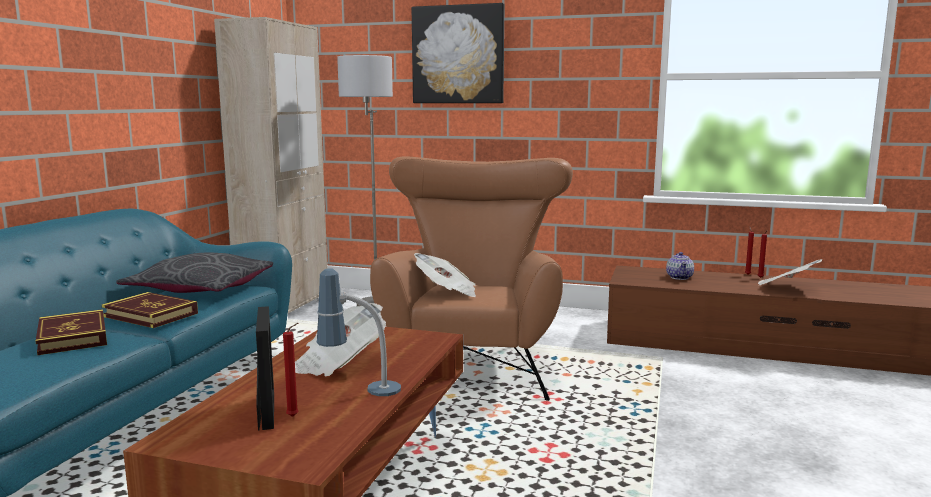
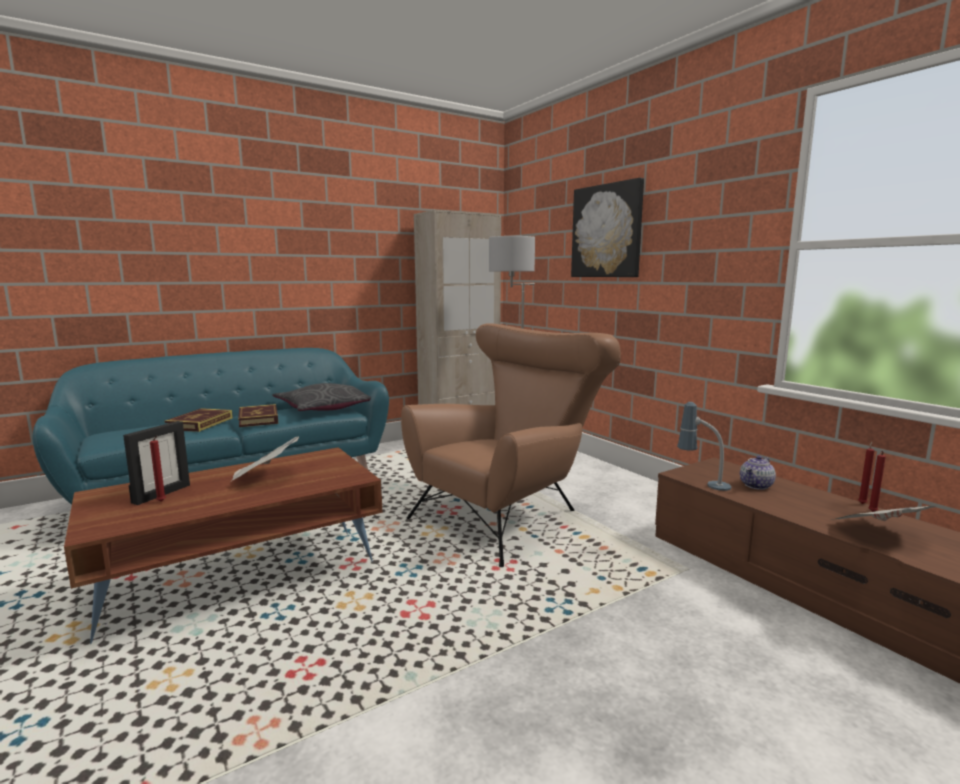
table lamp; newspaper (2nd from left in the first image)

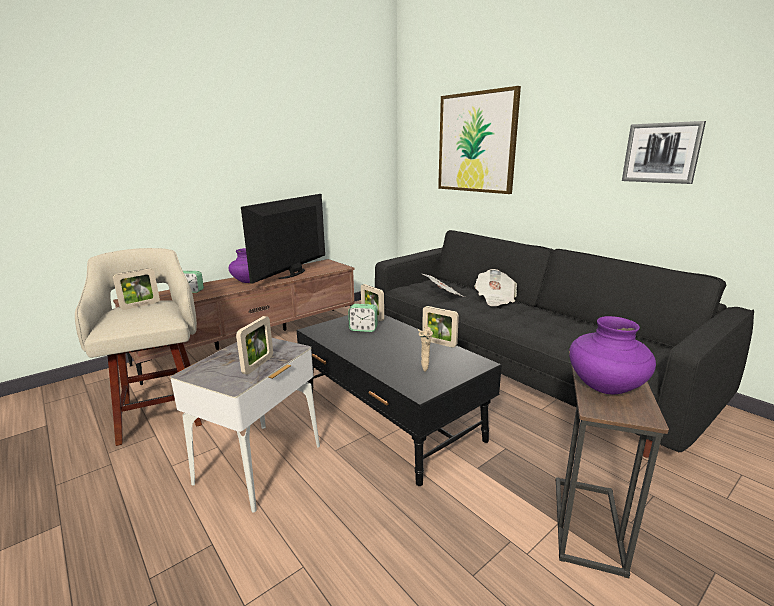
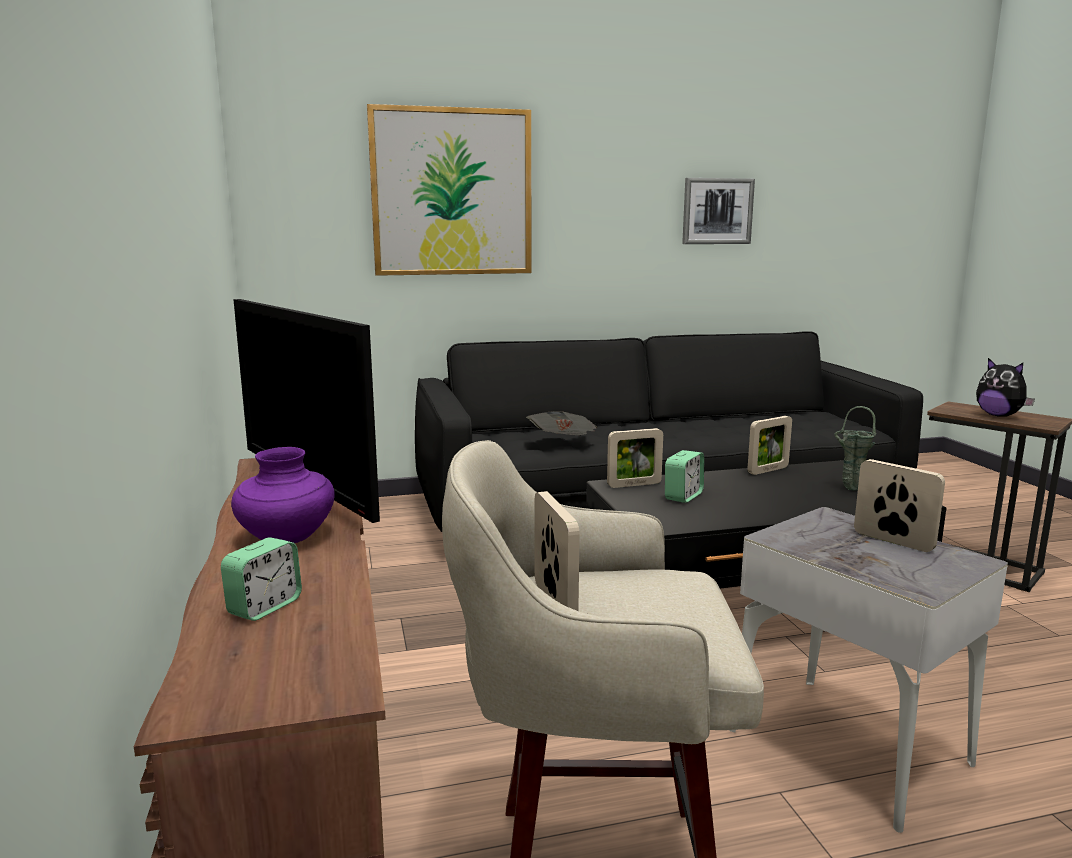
vase/green; newspaper (2nd from left in the first image); plush toy

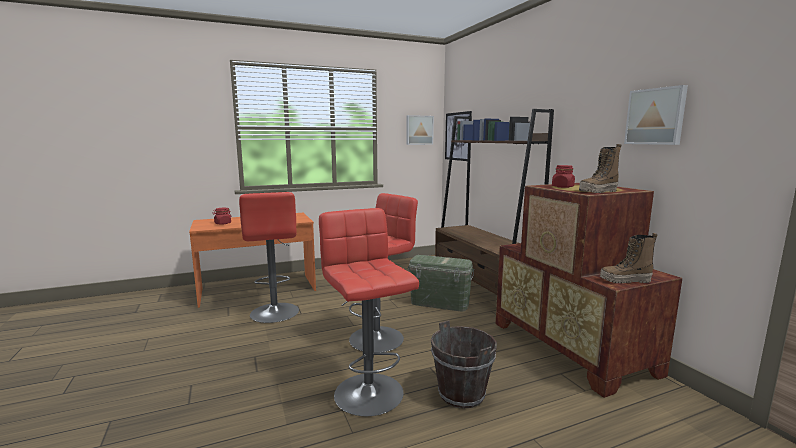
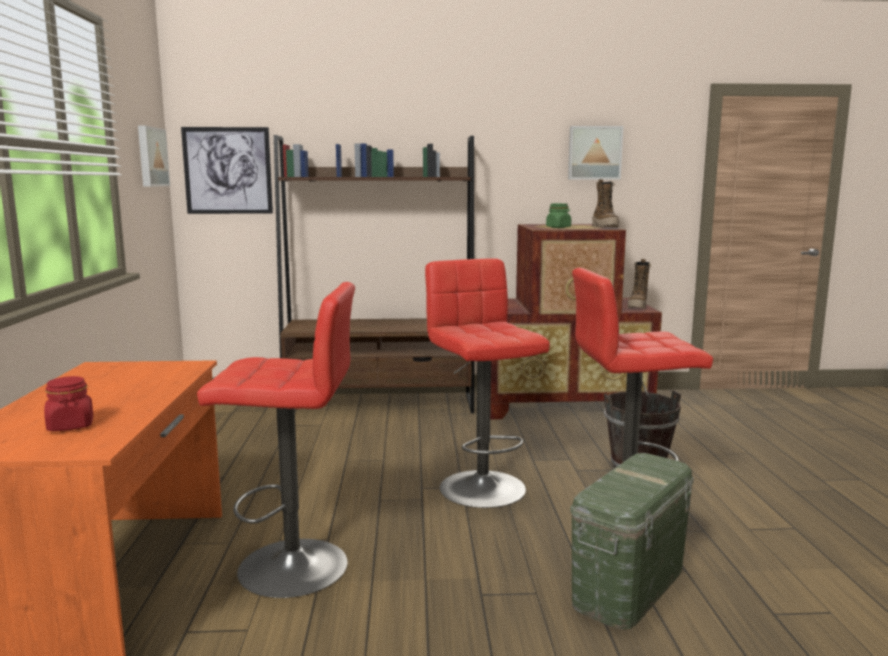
storage box/green; jar/green

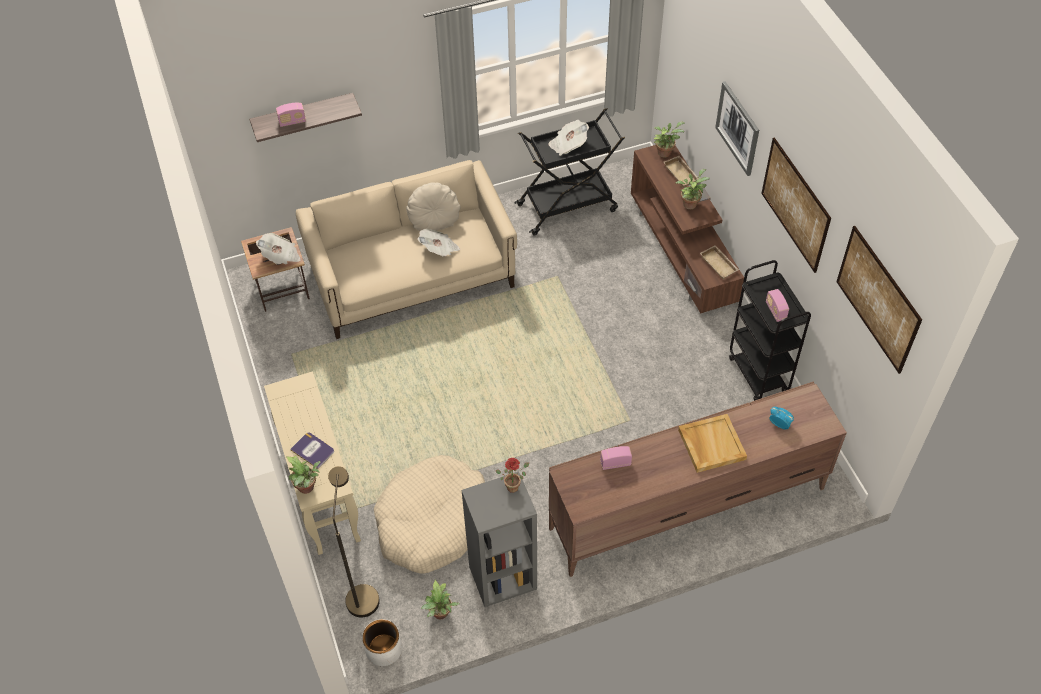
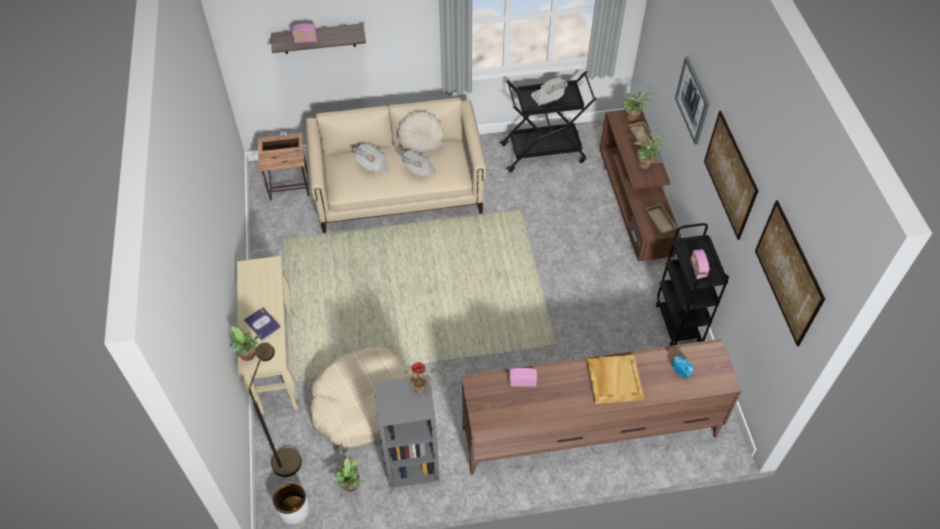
newspaper (1st from left)

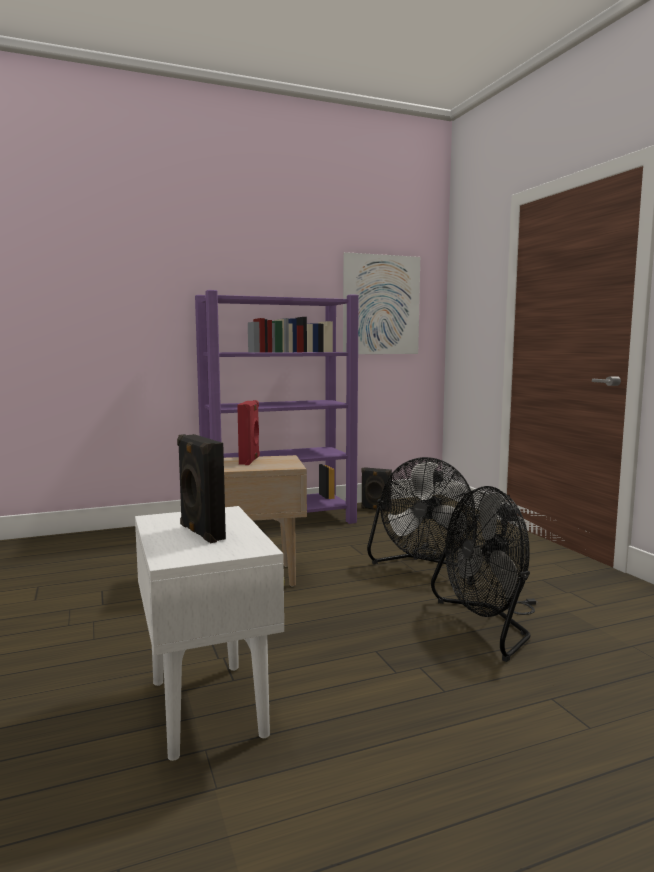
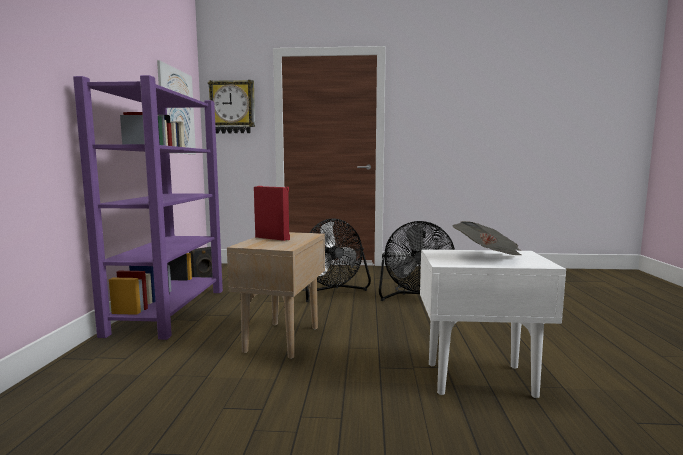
newspaper; wall clock

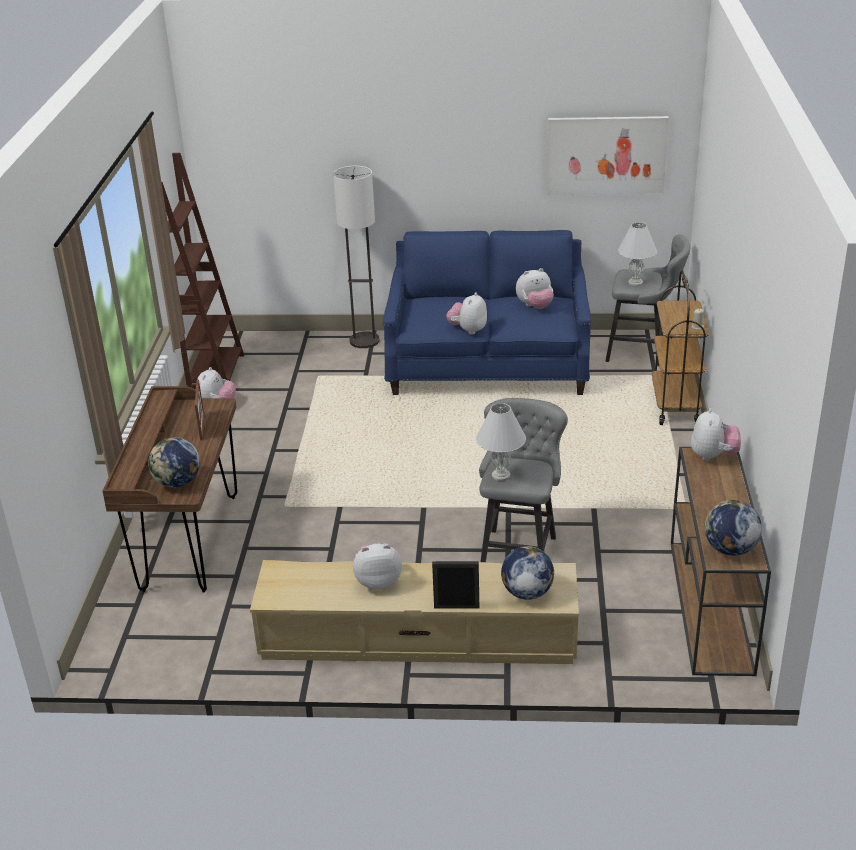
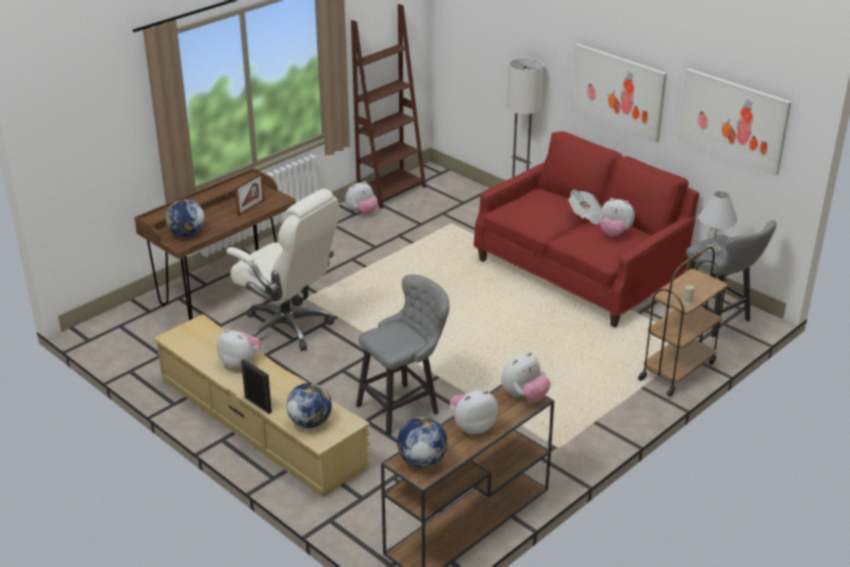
sofa/red; plush toy (3rd from left); table lamp/white (1st from left in the first image); office chair/white; newspaper; picture (1st from left)

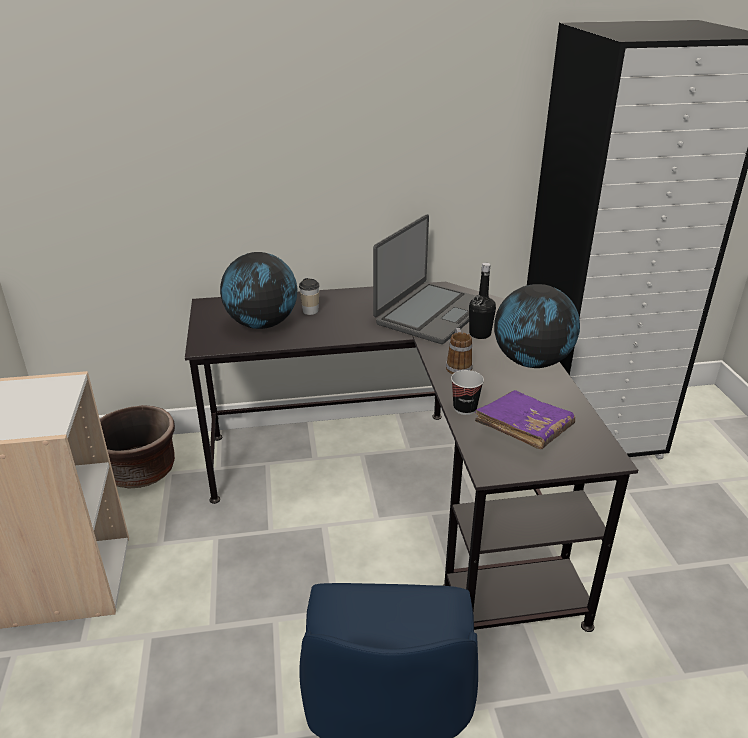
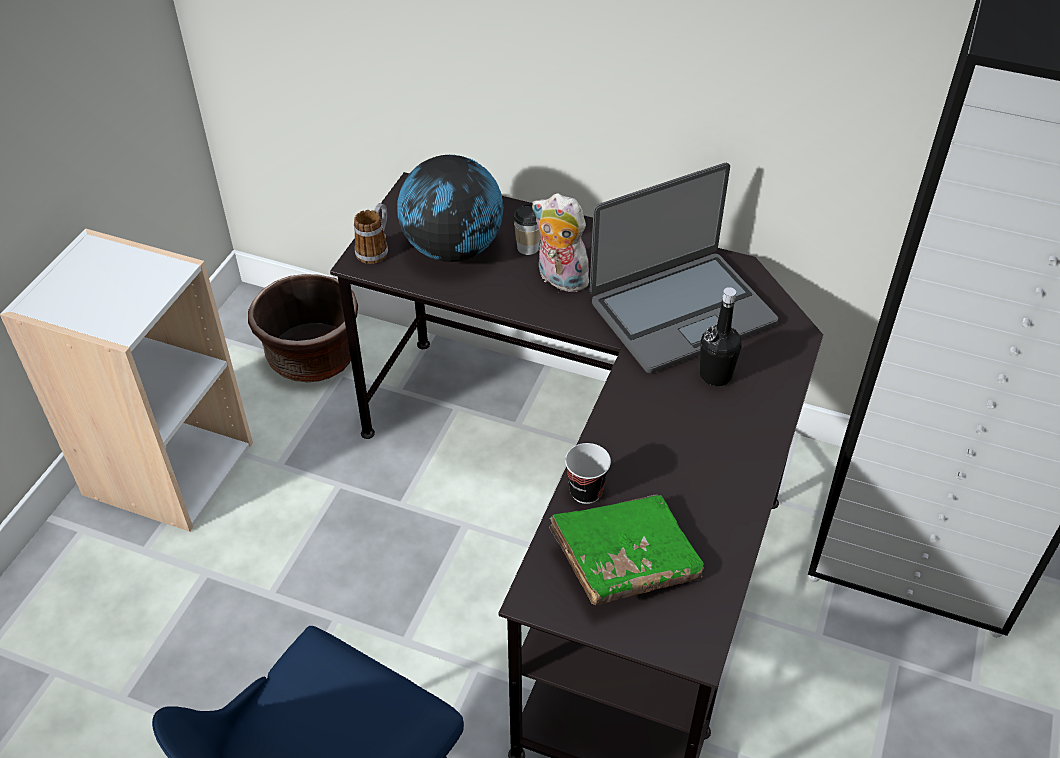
mug; book/green; globe (2nd from left in the first image); plush toy

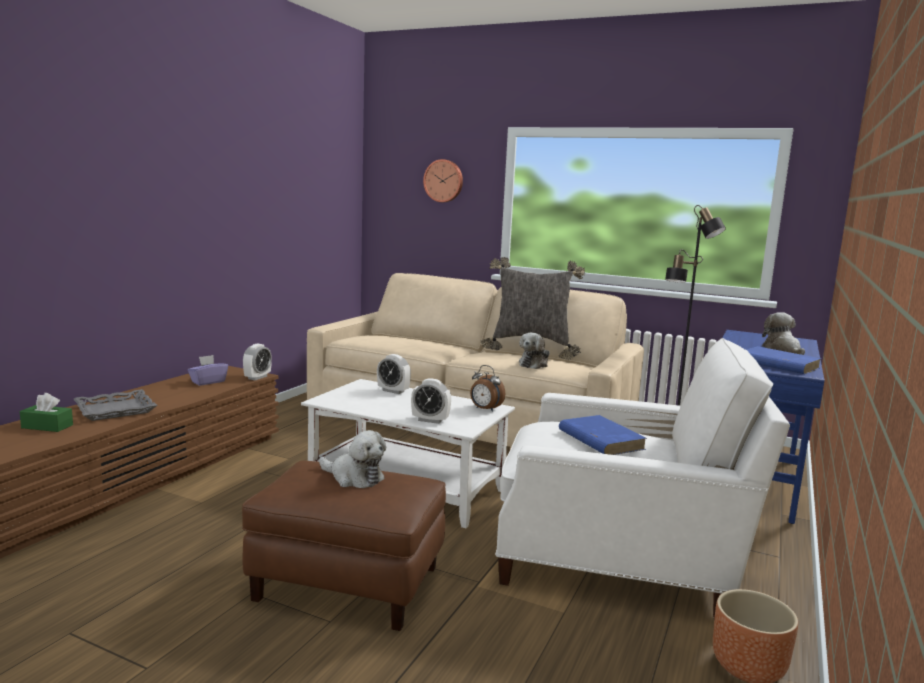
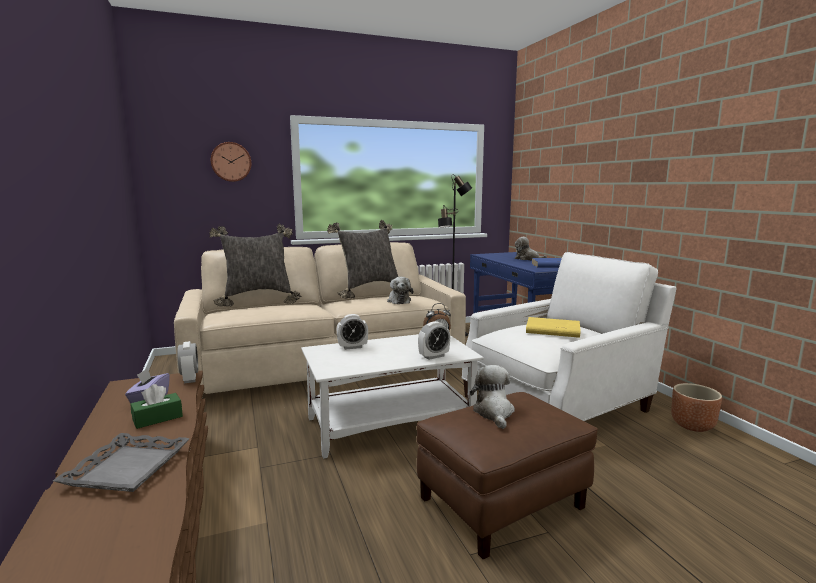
tissue box/green; plush toy (2nd from left); book/yellow; pillow (1st from left)

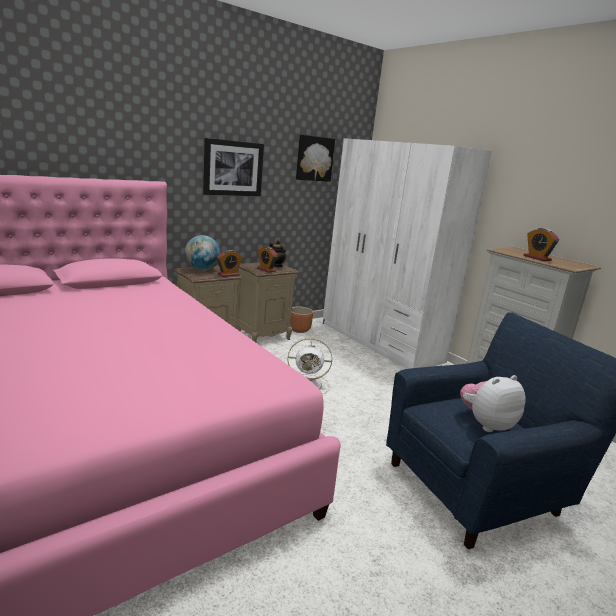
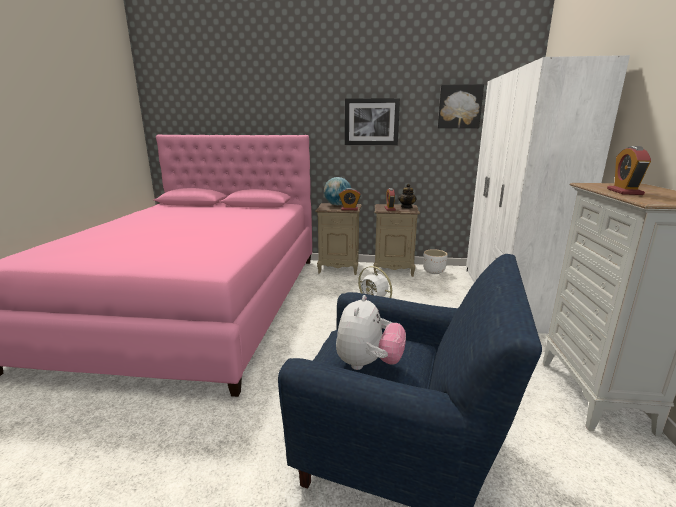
planter/white; plush toy

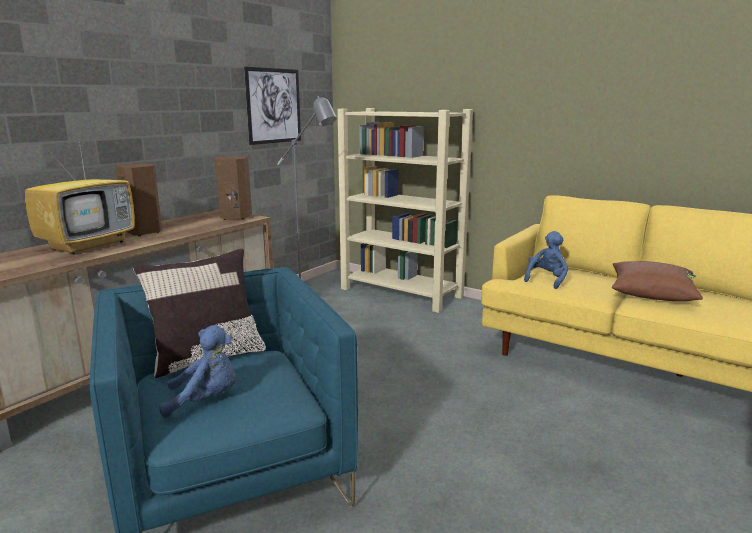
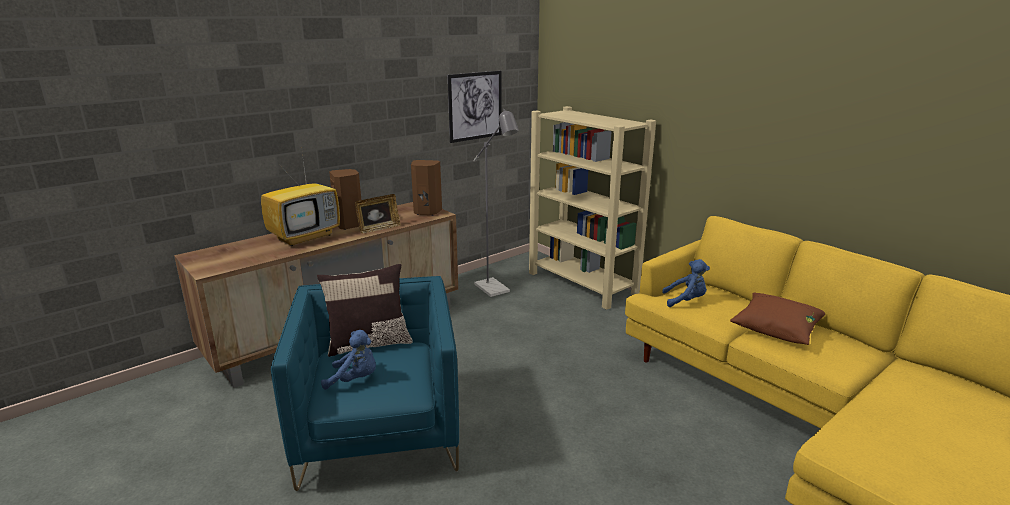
plush toy/blue (2nd from left); picture frame

